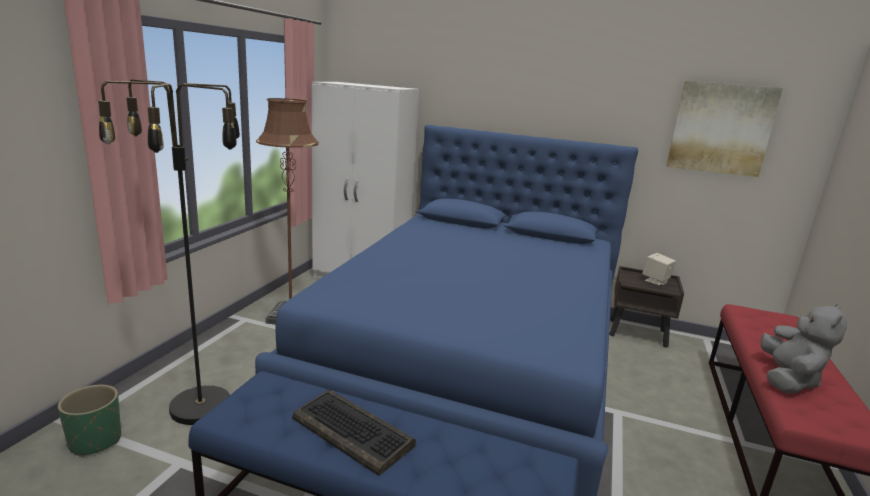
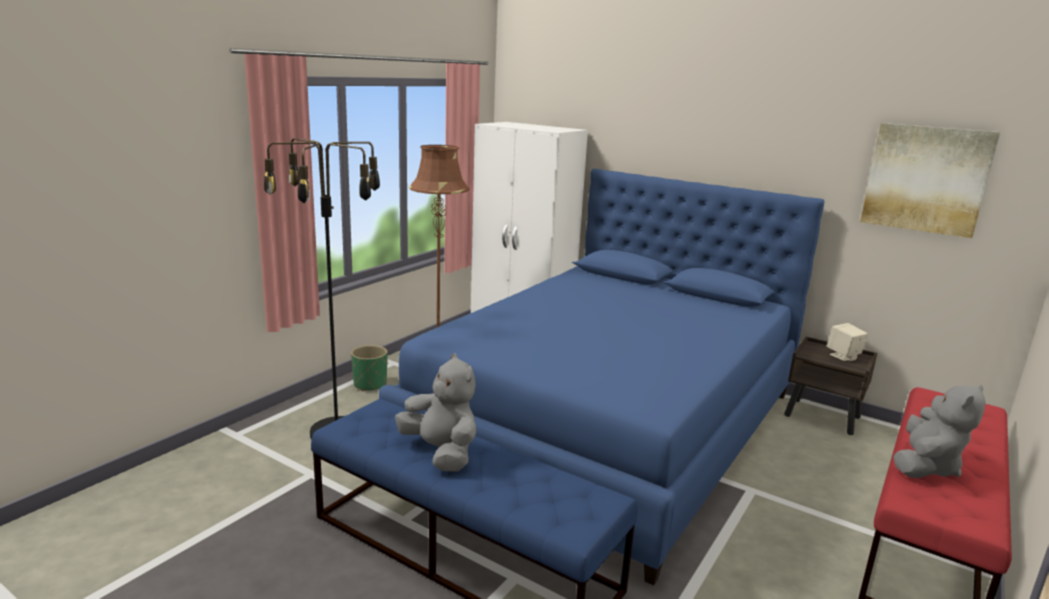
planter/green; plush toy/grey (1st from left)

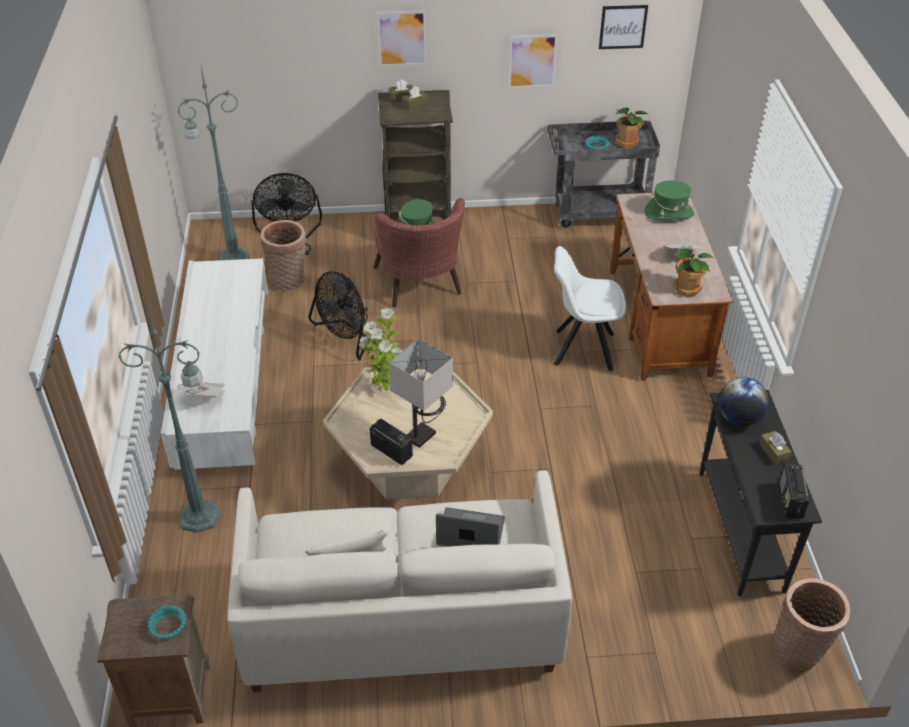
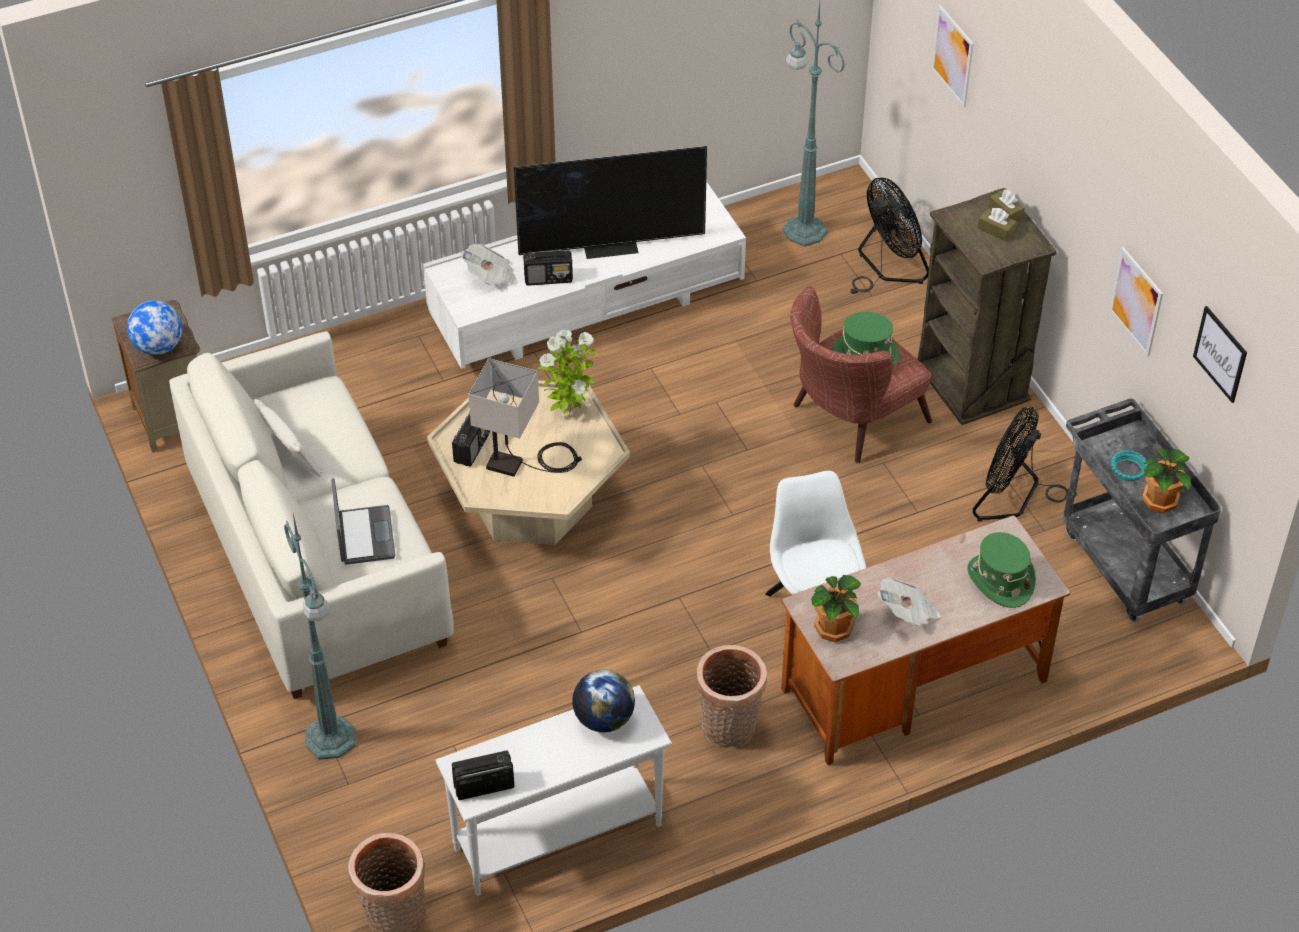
floor lamp/green (1st from left); globe (1st from left); basket (2nd from left); fan/black (2nd from left); picture (1st from left); console table/white; tissue box/brown (3rd from left in the first image); television; radio (3rd from left)

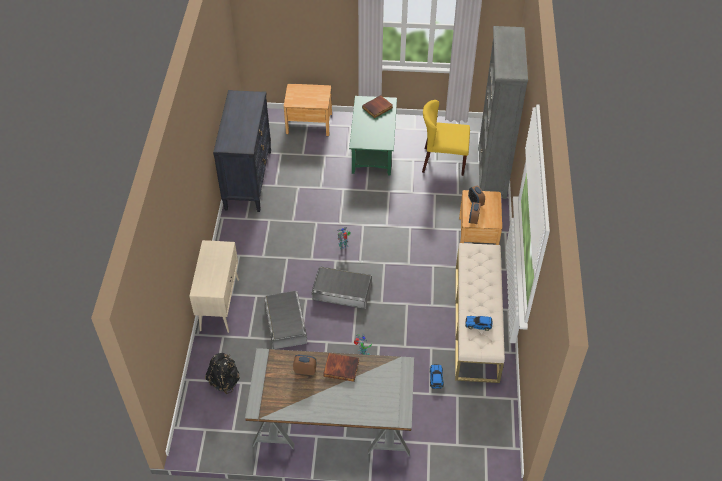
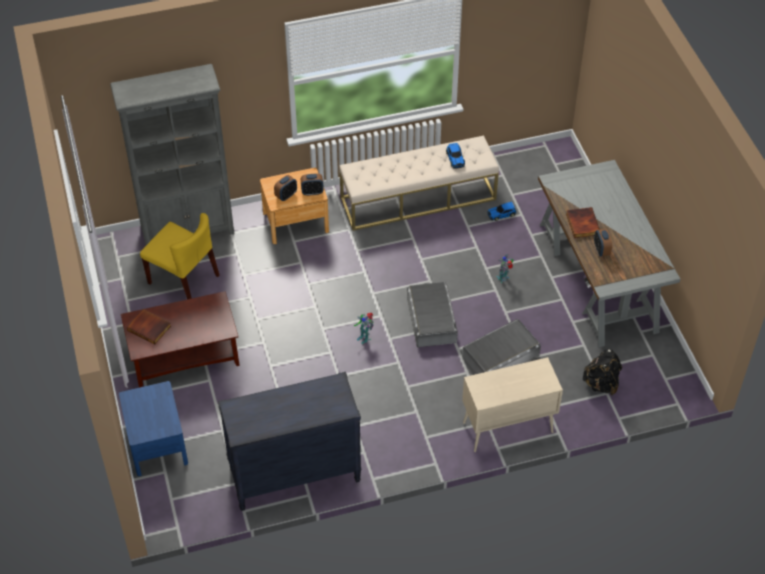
nightstand/blue; coffee table/brown; chair/yellow

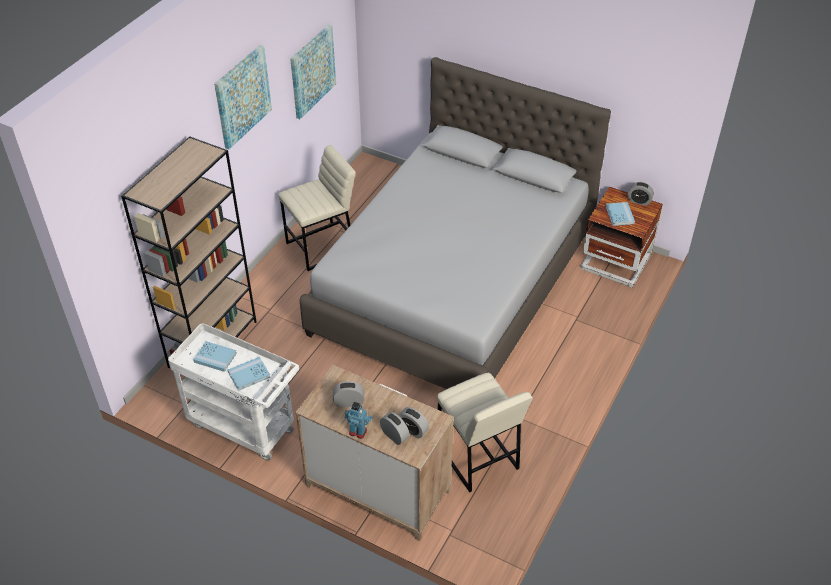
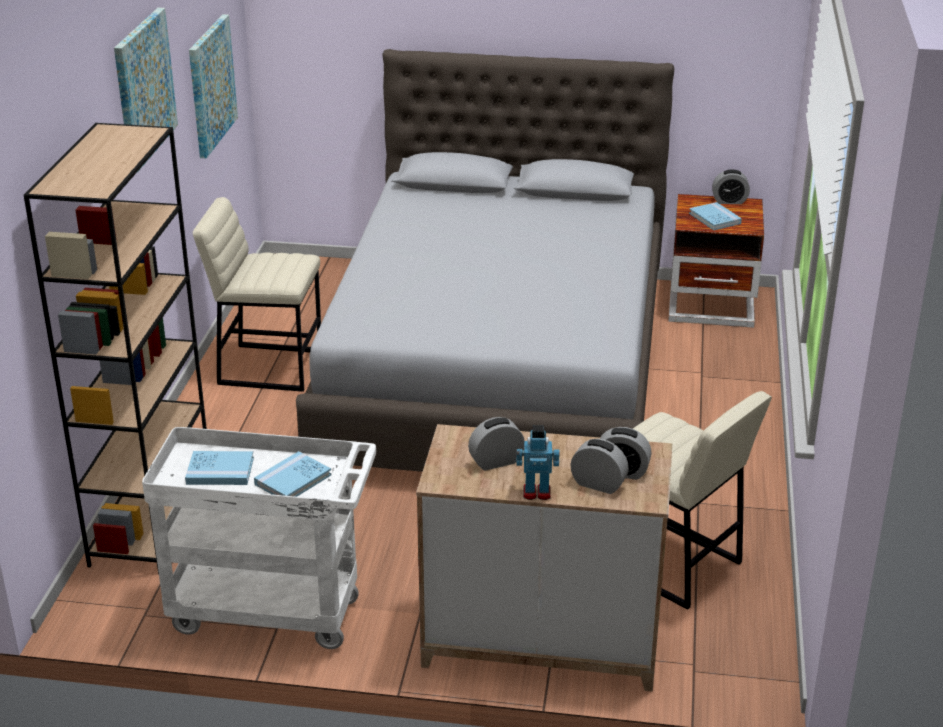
chair/beige (1st from left)

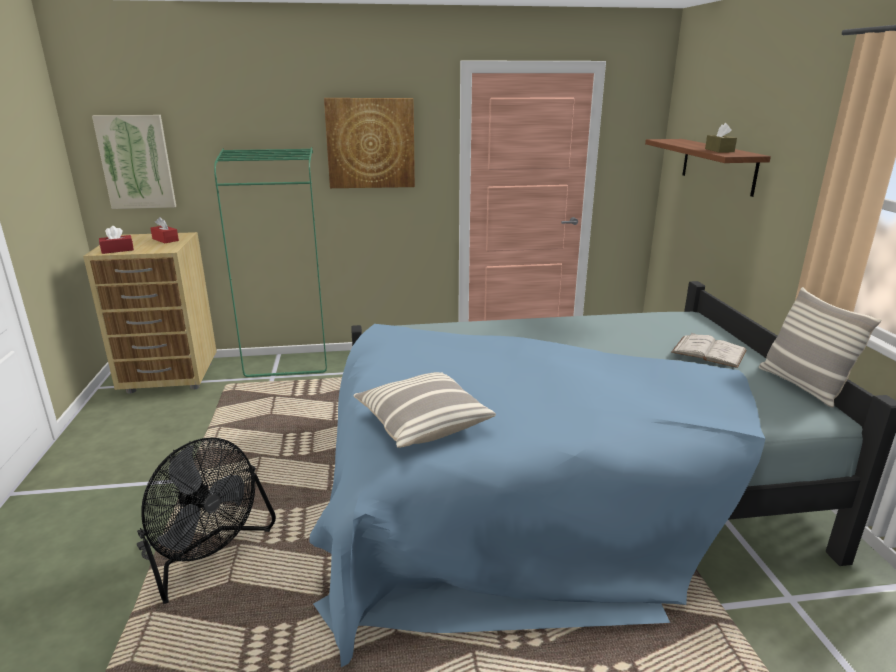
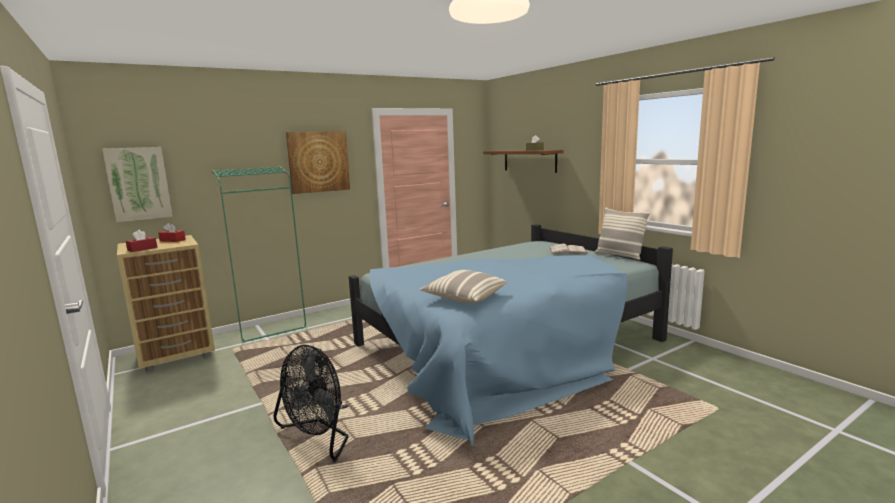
fan/black

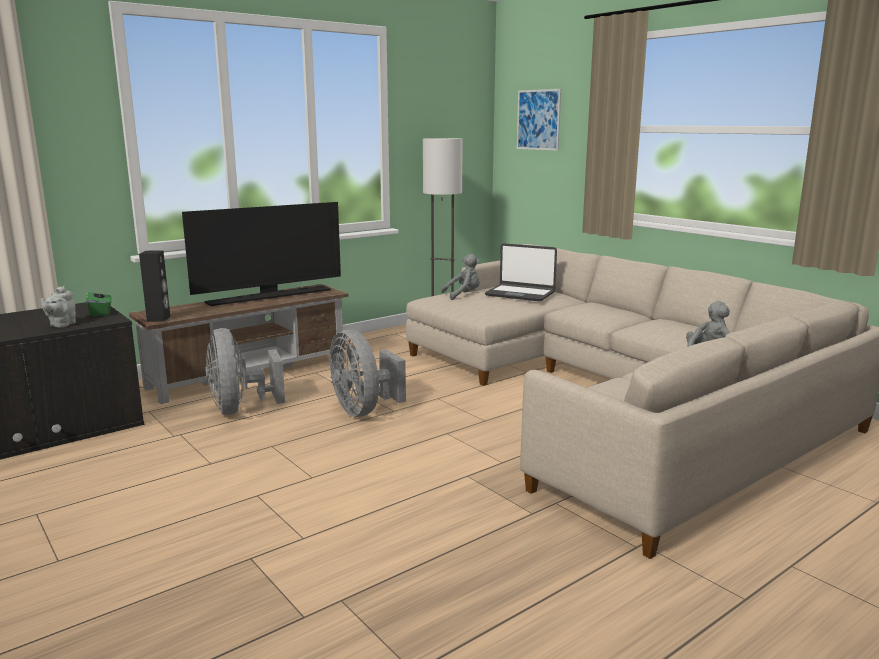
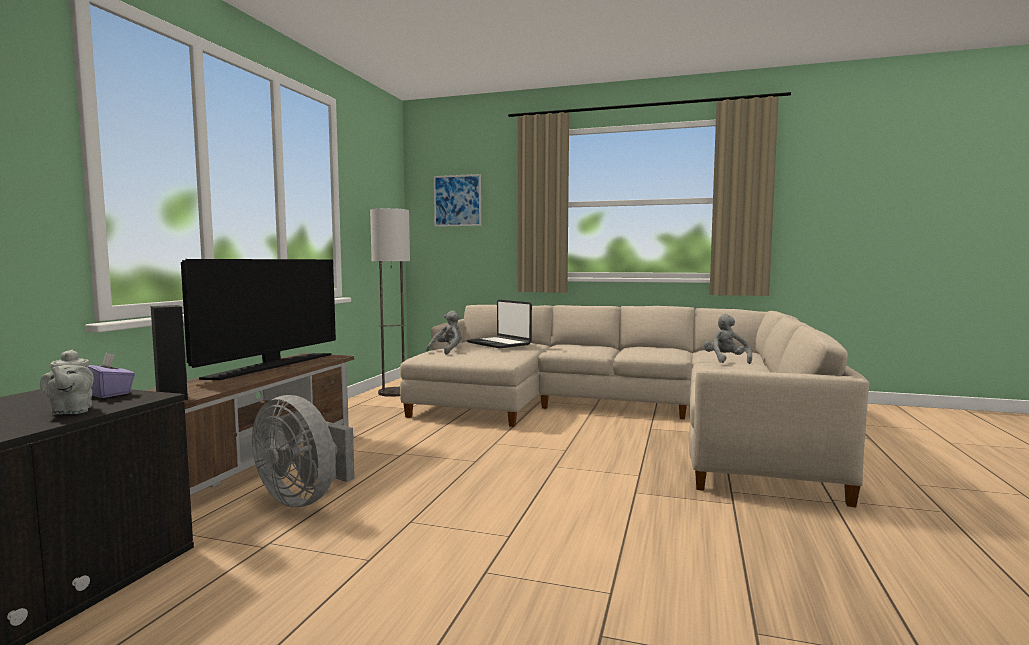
tissue box/purple; fan/grey (2nd from left in the first image); laptop

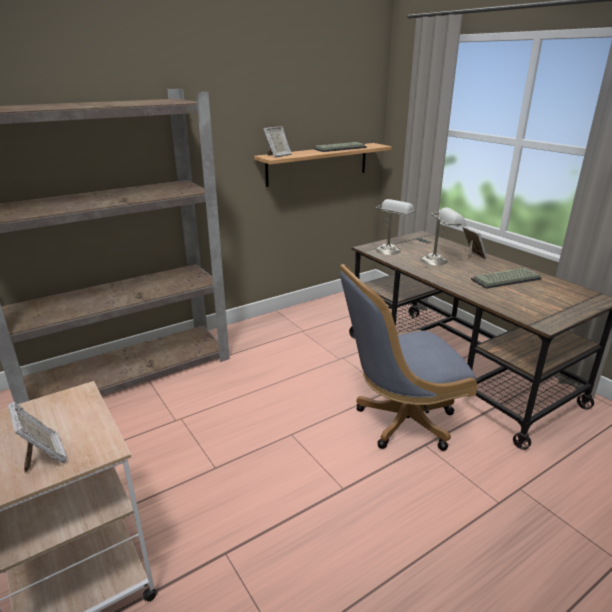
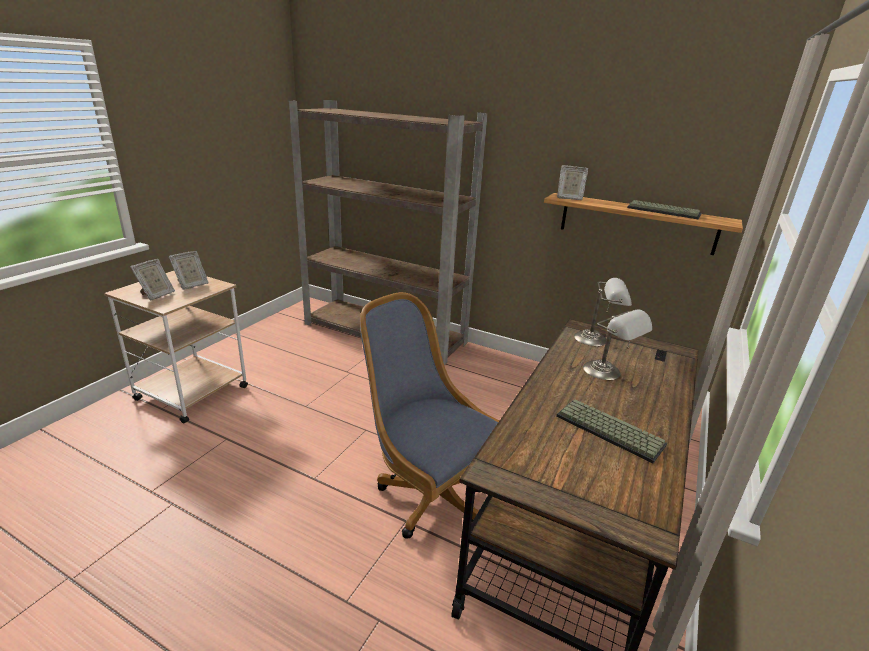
picture frame (2nd from left)

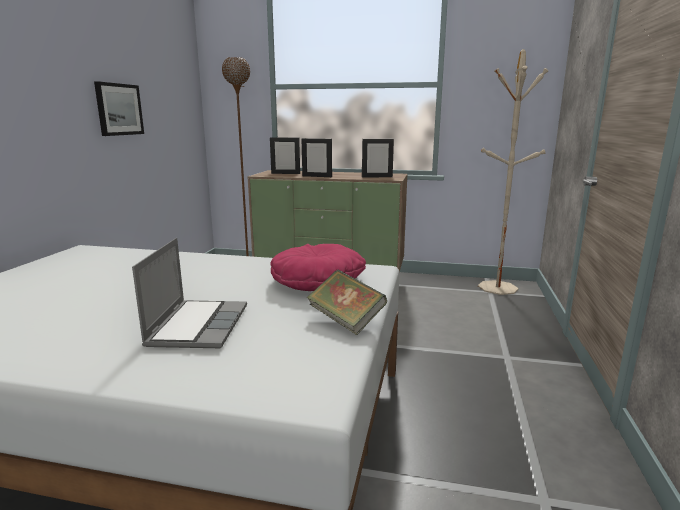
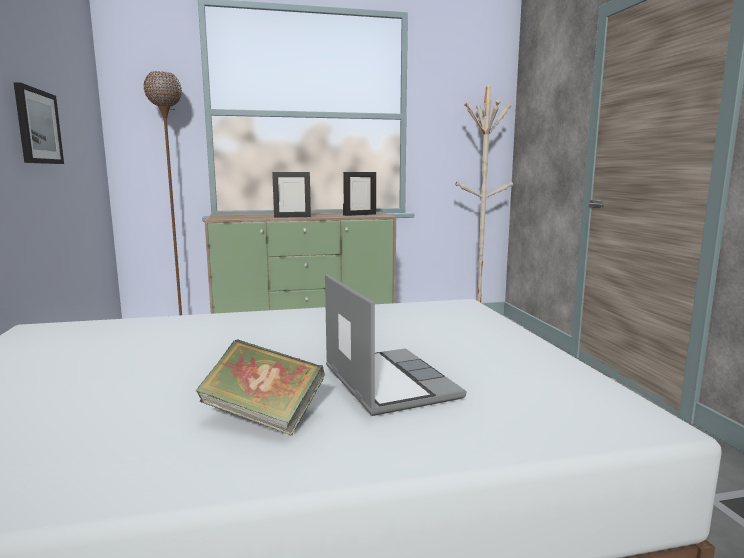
picture frame (1st from left in the first image); pillow/pink; book

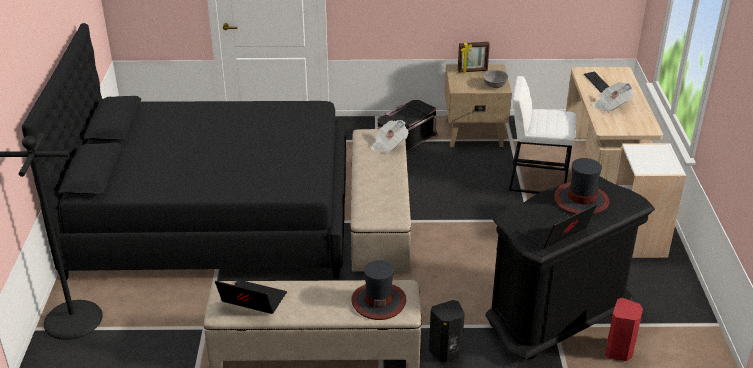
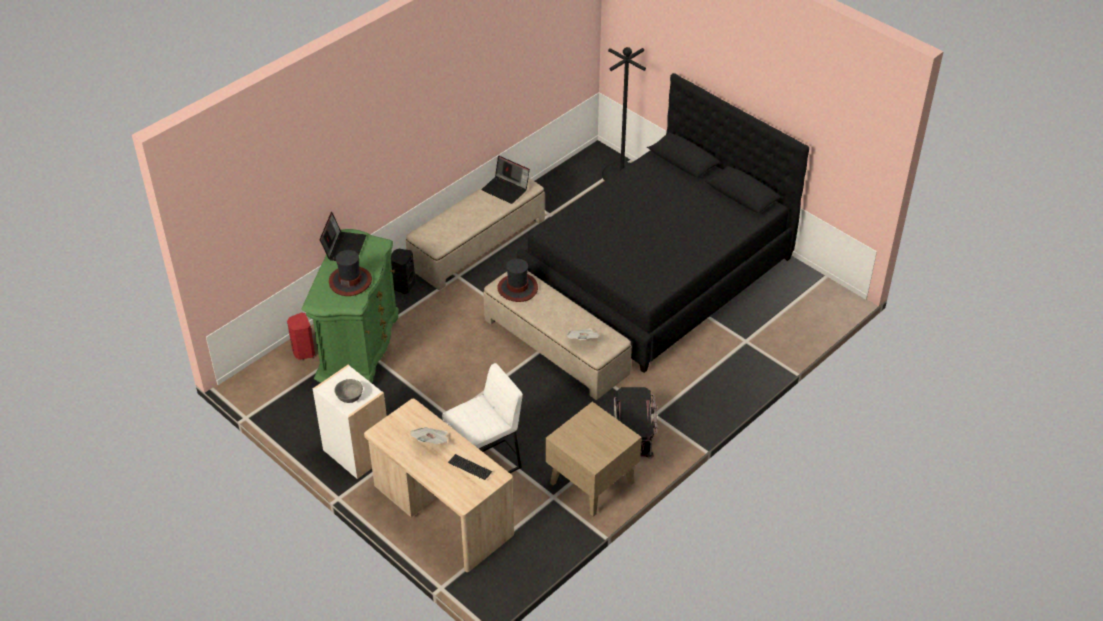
laptop (2nd from left); hat (2nd from left); picture frame; bowl/grey; dresser/green

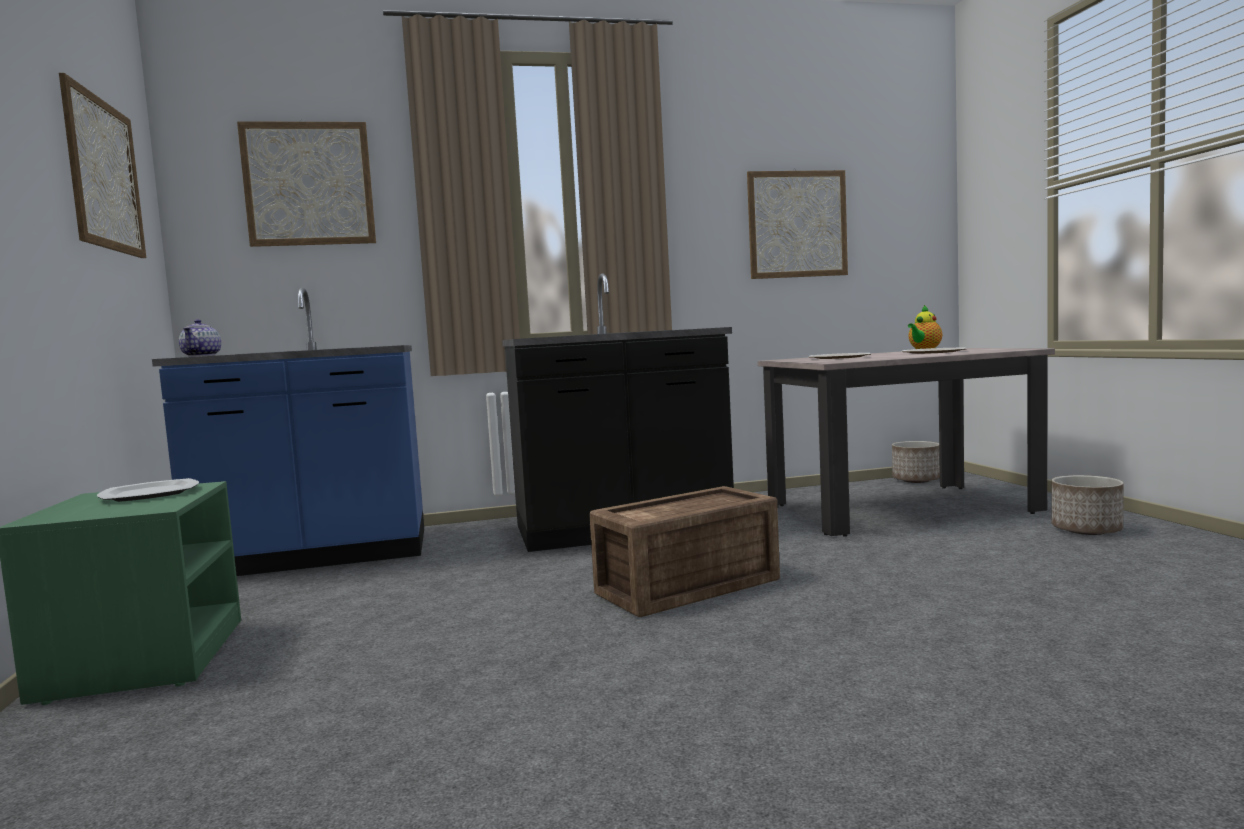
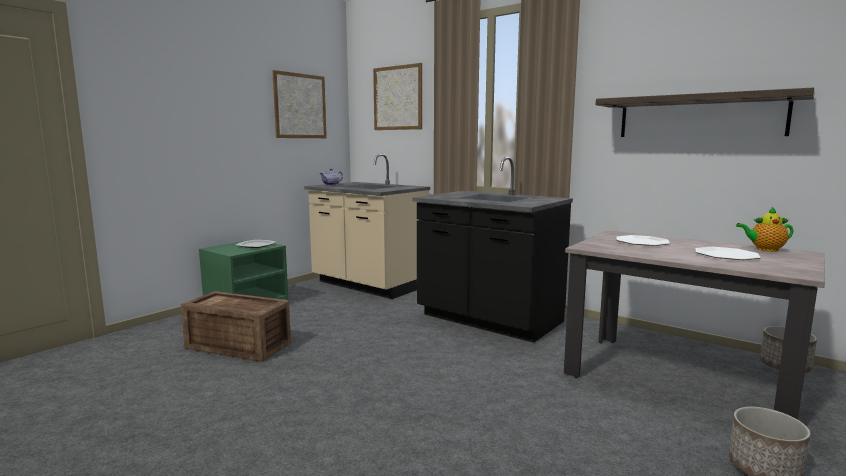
counter/beige; crate; shelf

